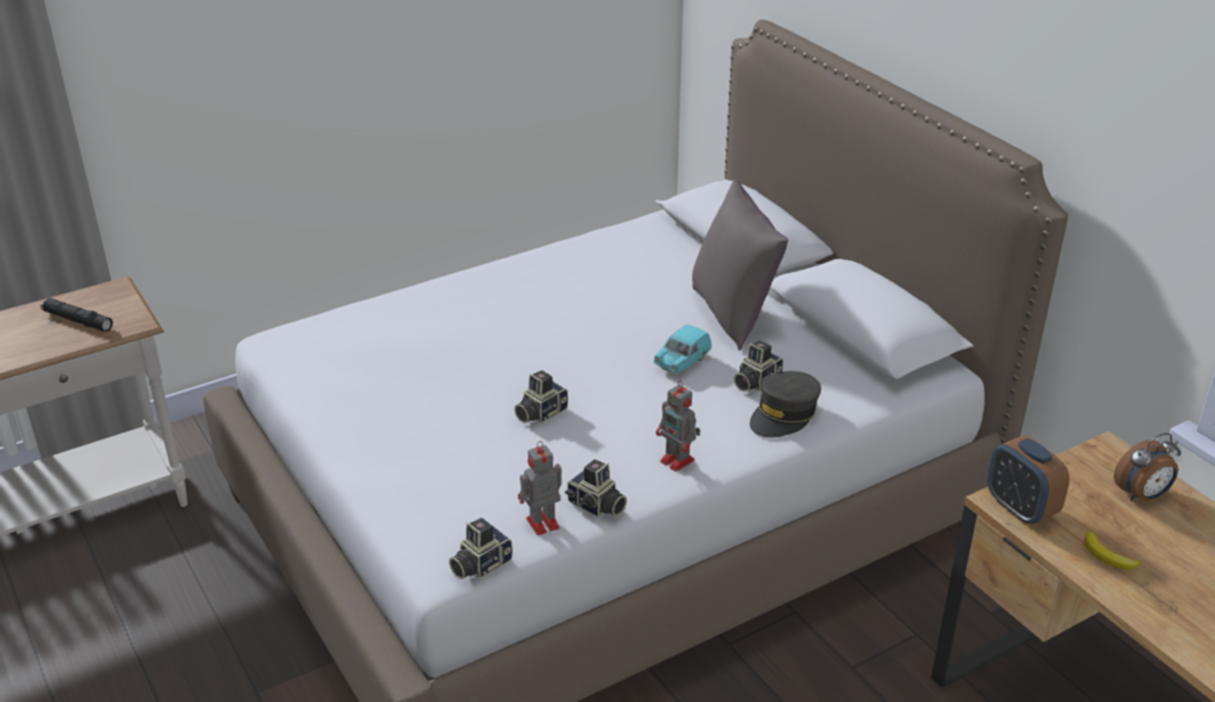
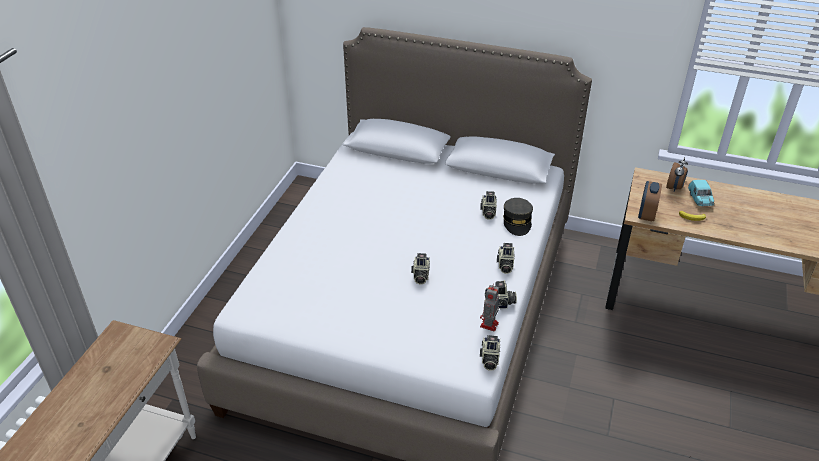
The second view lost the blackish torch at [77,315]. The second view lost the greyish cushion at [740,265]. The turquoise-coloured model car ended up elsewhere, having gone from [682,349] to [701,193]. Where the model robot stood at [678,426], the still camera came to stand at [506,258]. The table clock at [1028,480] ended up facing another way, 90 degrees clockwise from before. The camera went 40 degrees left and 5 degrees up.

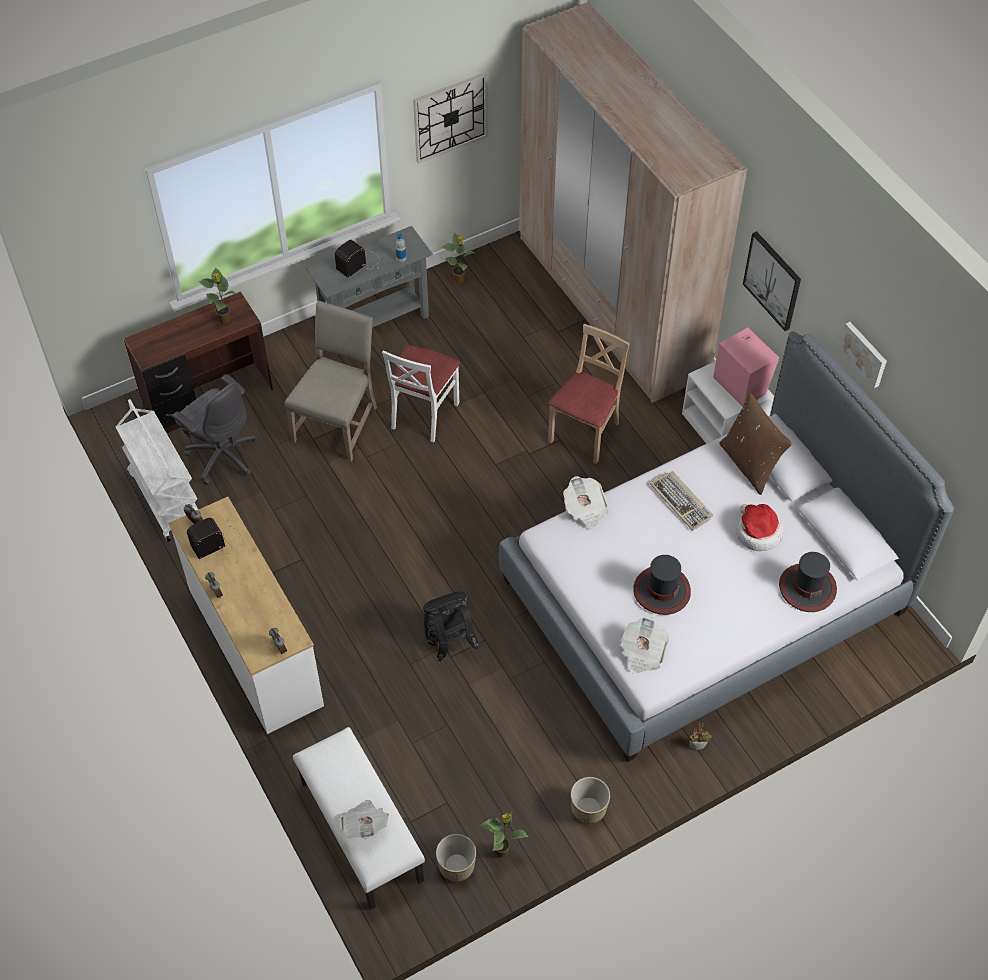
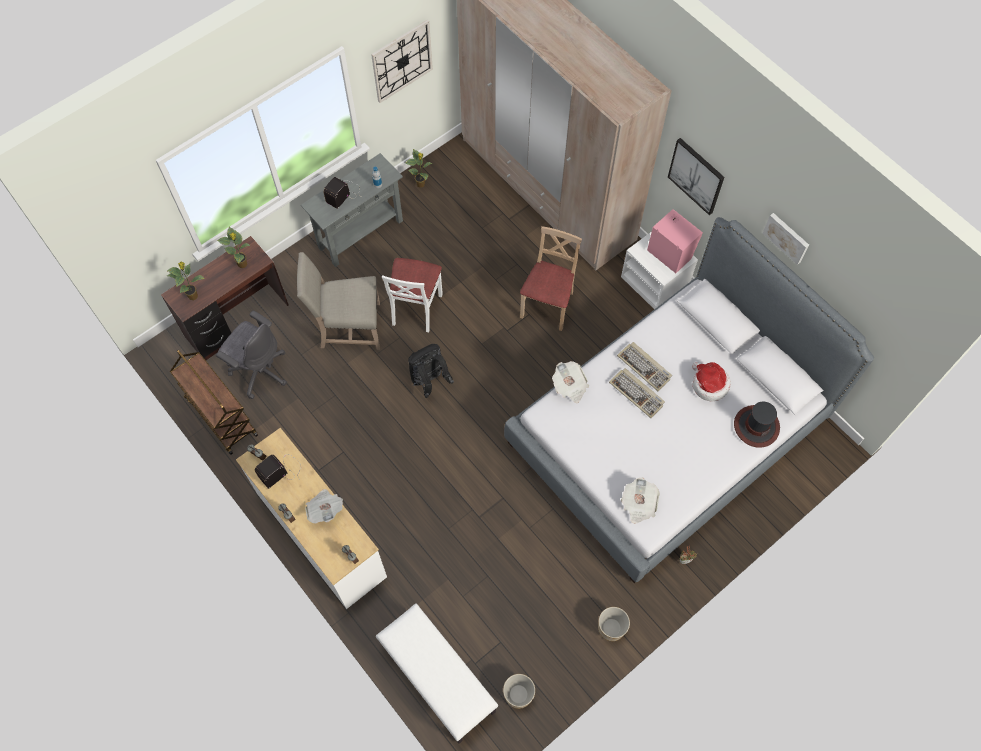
The second view lost the clothing hat at [662,585]. The second view lost the brown cushion at [756,443]. The second view gained the PC keyboard at [637,393]. The daily paper ended up elsewhere, having gone from [364,820] to [324,506]. The blackish rucksack ended up elsewhere, having gone from [451,626] to [431,371]. The potted plant ended up elsewhere, having gone from [504,834] to [186,280]. What was the whitish trolley at [157,470] turned into the brown trolley at [214,402]. The beige-coloured plain chair at [330,381] ended up facing another way, 105 degrees counterclockwise from before. The camera went 10 degrees left and 10 degrees up.

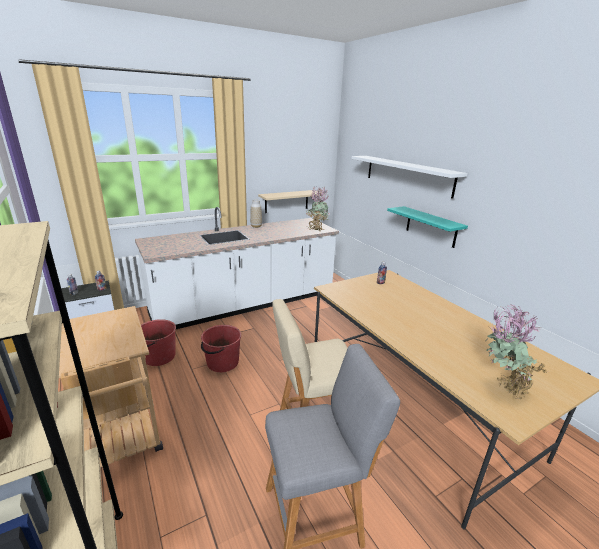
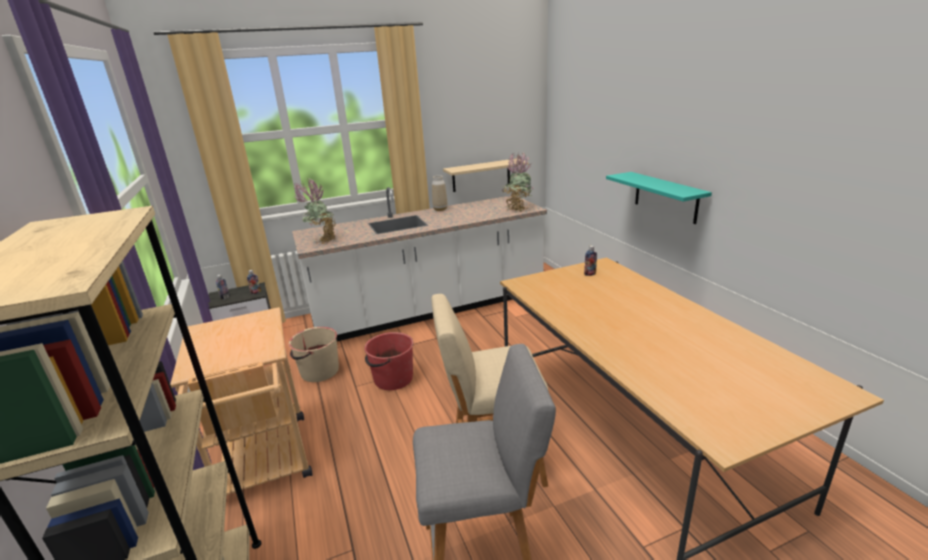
The second view lost the whitish wall shelf at [409,177]. The potted plant ended up elsewhere, having gone from [515,352] to [314,211]. What was the red pail at [158,342] turned into the beige-coloured pail at [314,354]. The camera went 10 degrees right and 0 degrees up.

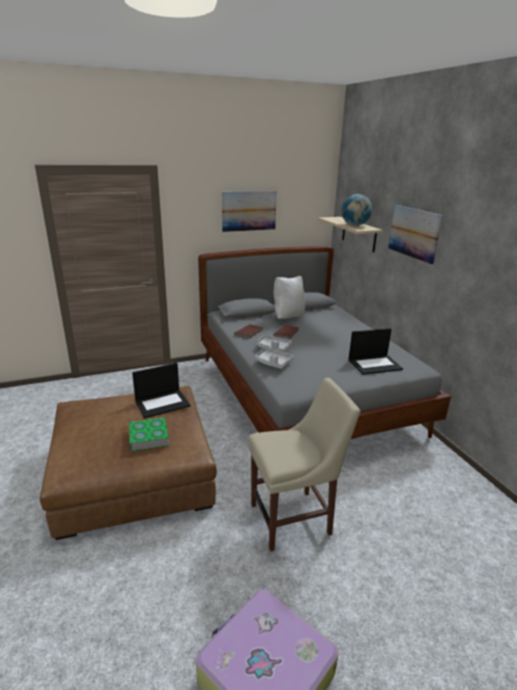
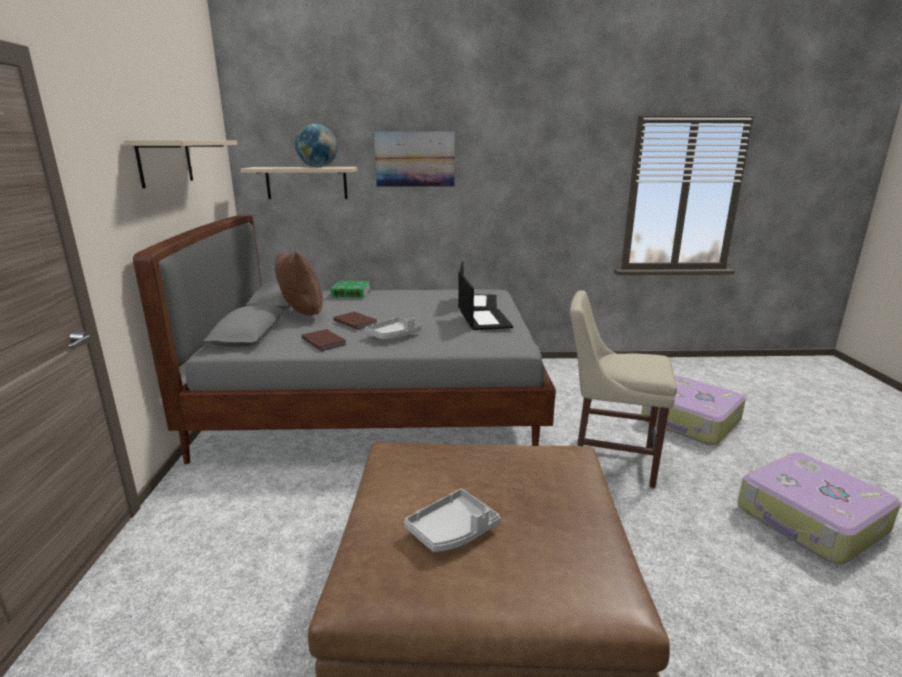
The second view gained the suitcase at [693,410]. The bound book ended up elsewhere, having gone from [149,434] to [350,289]. The notebook computer ended up elsewhere, having gone from [161,390] to [486,302]. The greyish serving tray ended up elsewhere, having gone from [274,358] to [452,520]. Where the wall picture hung at [249,211], the beige-coloured wall shelf came to hang at [180,164]. What was the whitish cushion at [289,297] turned into the brown cushion at [299,283]. The beige-coloured plain chair at [304,464] ended up facing another way, 75 degrees counterclockwise from before. The camera went 70 degrees left and 5 degrees down.

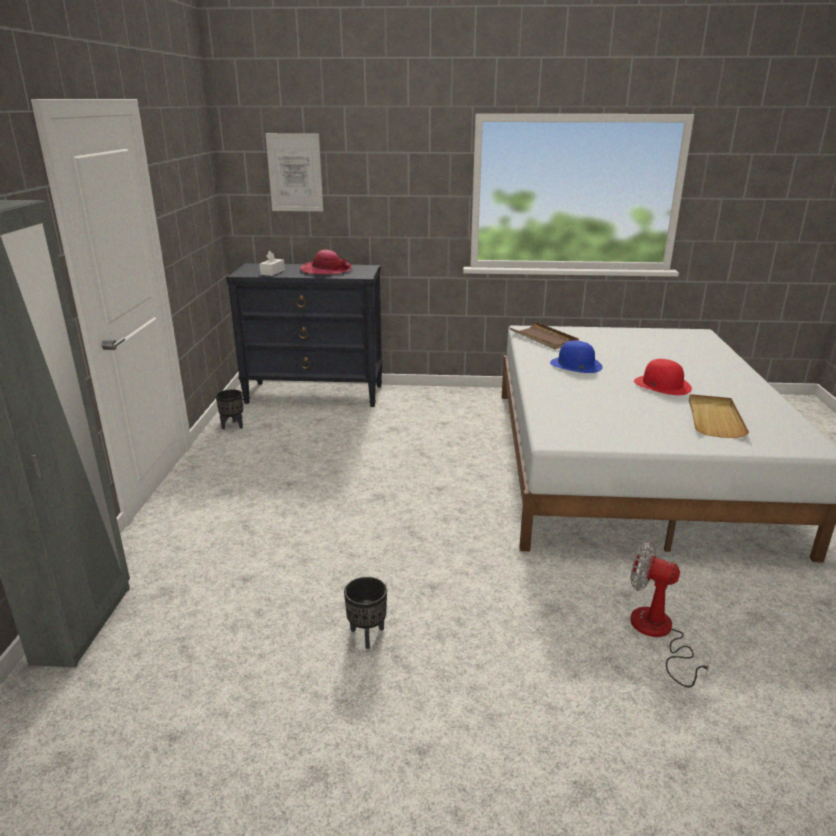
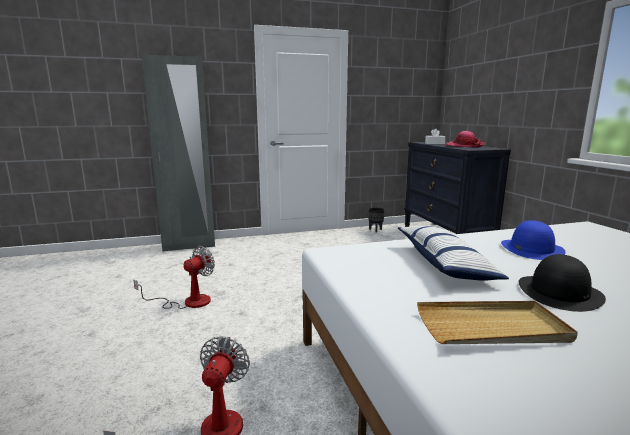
The second view lost the wall picture at [294,172]. The second view lost the brown serving tray at [544,335]. The second view gained the cushion at [453,253]. Where the blackish planter stood at [365,613], the fan came to stand at [174,277]. What was the red clothing hat at [663,377] turned into the blackish clothing hat at [562,283]. The camera went 70 degrees right and 10 degrees down.

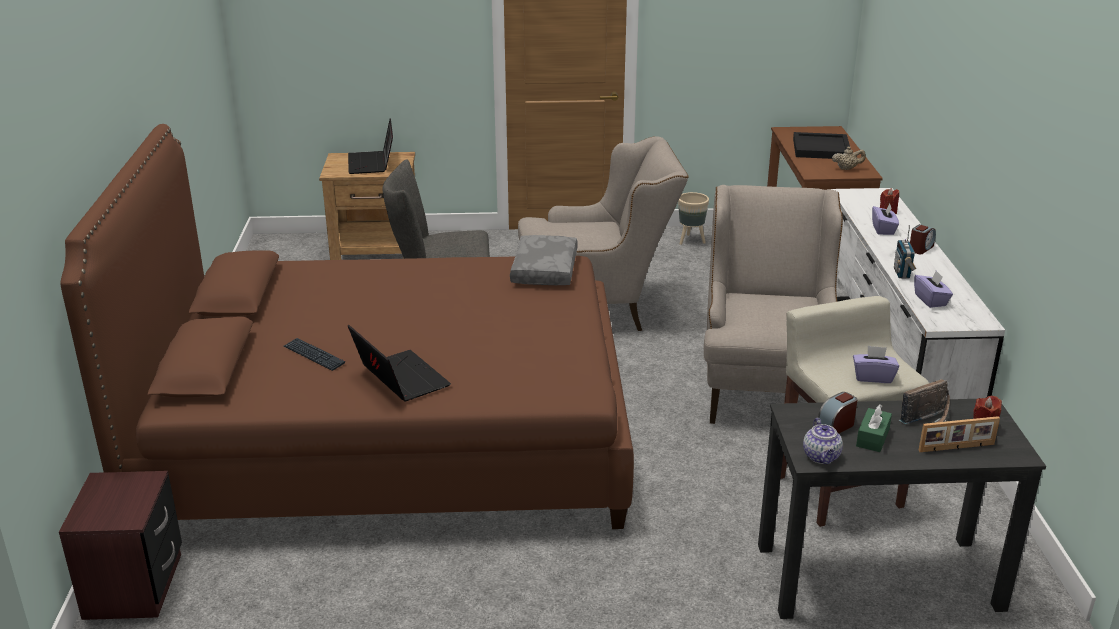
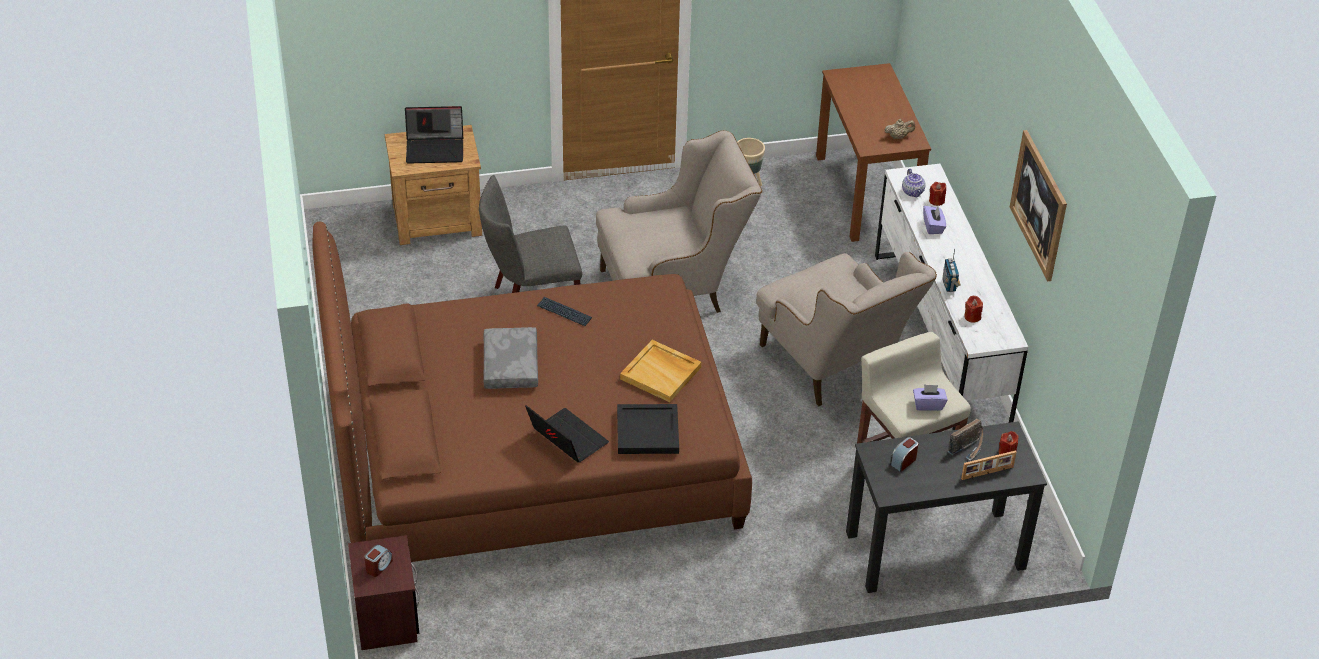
The second view lost the green-coloured tissue holder at [874,428]. The second view gained the beige-coloured serving tray at [660,371]. The second view gained the wall picture at [1038,206]. The PC keyboard ended up elsewhere, having gone from [314,354] to [564,311]. The greyish cushion ended up elsewhere, having gone from [544,260] to [511,358]. The blackish serving tray ended up elsewhere, having gone from [822,145] to [648,429]. The teapot ended up elsewhere, having gone from [823,441] to [914,183]. The table clock ended up elsewhere, having gone from [923,239] to [378,561]. Where the purple-coloured tissue holder stood at [933,289], the red wax light came to stand at [973,309]. The notebook computer at [370,146] ended up facing another way, 75 degrees counterclockwise from before. The beige-coloured lounge chair at [773,304] ended up facing another way, 150 degrees clockwise from before. The camera went 10 degrees left and 15 degrees up.

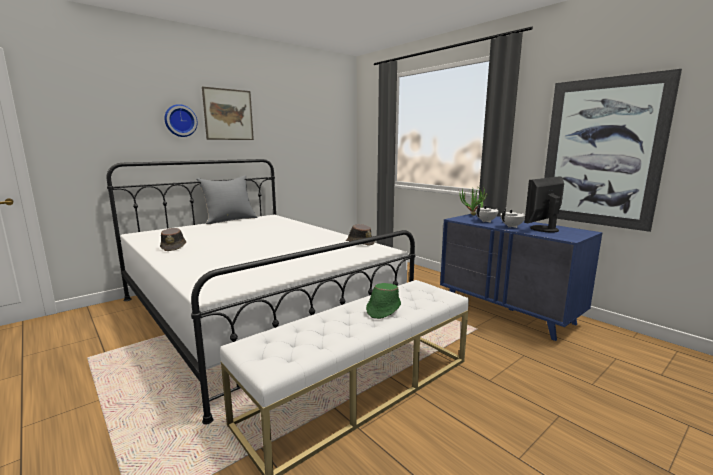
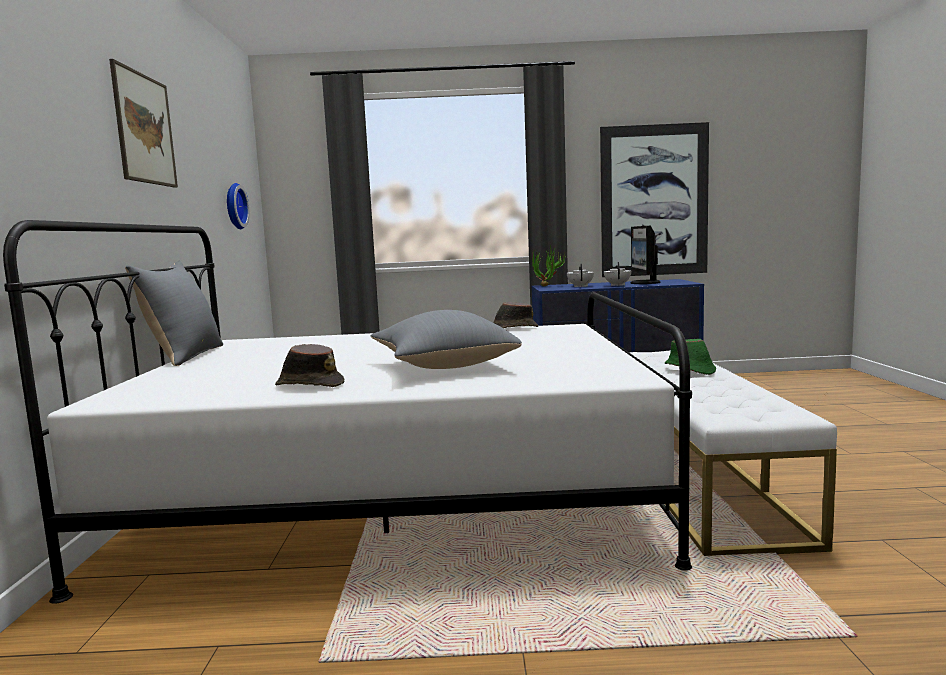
The second view gained the greyish cushion at [446,339]. The clock on the wall ended up elsewhere, having gone from [180,120] to [238,206]. The camera went 50 degrees left and 5 degrees down.

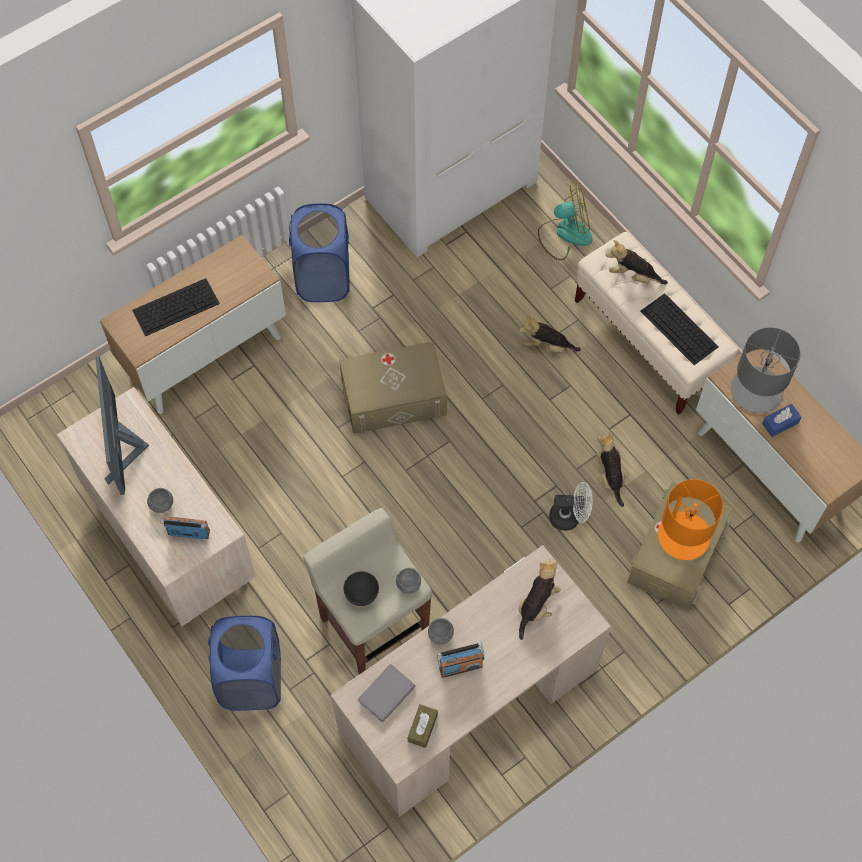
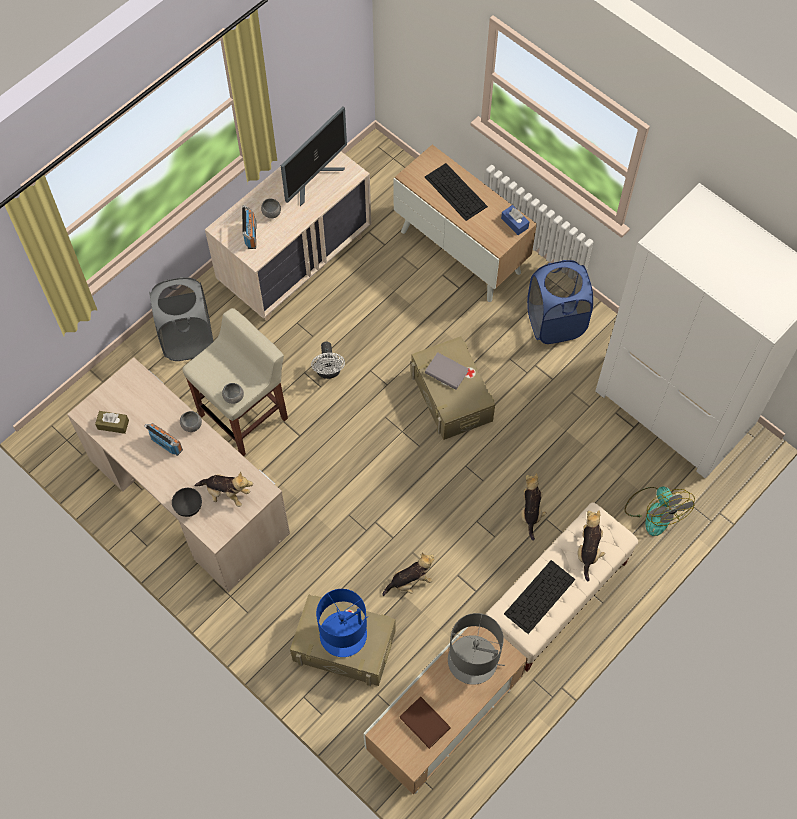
The second view gained the brown bound book at [425,723]. The greyish serving bowl ended up elsewhere, having gone from [361,588] to [187,502]. The greyish bound book ended up elsewhere, having gone from [387,693] to [446,371]. The whitish fan ended up elsewhere, having gone from [571,506] to [328,360]. The bluish tissue holder ended up elsewhere, having gone from [781,420] to [515,220]. What was the bluish hamper at [244,663] turned into the greyish hamper at [181,319]. What was the orangey lamp for a table at [690,519] turned into the bluish lamp for a table at [342,623]. The computer display at [122,425] ended up facing another way, 150 degrees clockwise from before. The radio at [460,660] ended up facing another way, 150 degrees clockwise from before. The camera went 80 degrees right and 0 degrees up.

